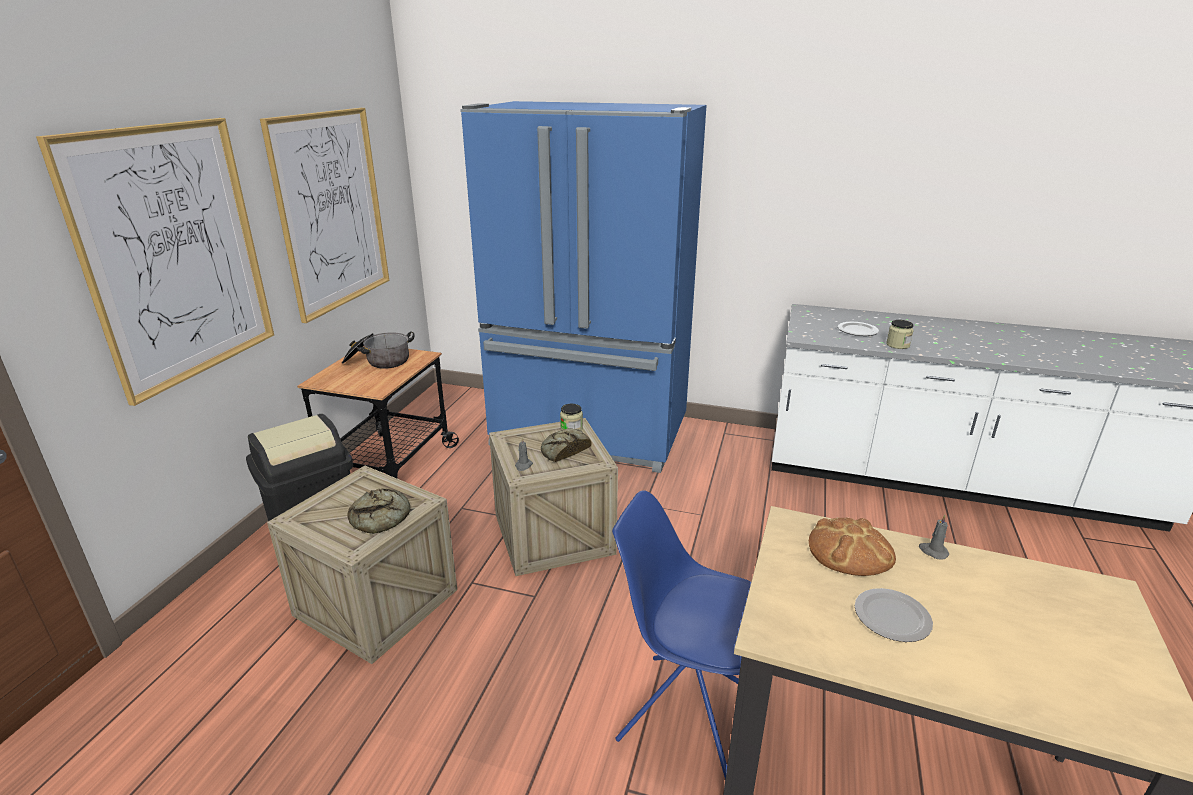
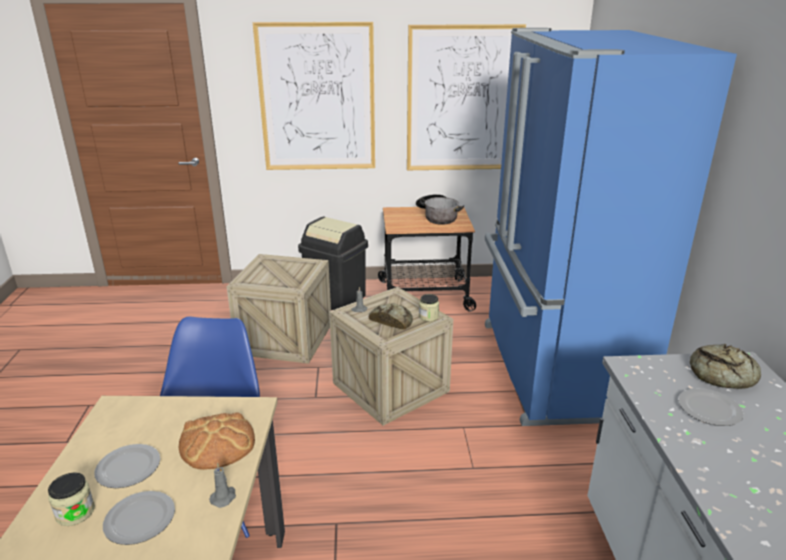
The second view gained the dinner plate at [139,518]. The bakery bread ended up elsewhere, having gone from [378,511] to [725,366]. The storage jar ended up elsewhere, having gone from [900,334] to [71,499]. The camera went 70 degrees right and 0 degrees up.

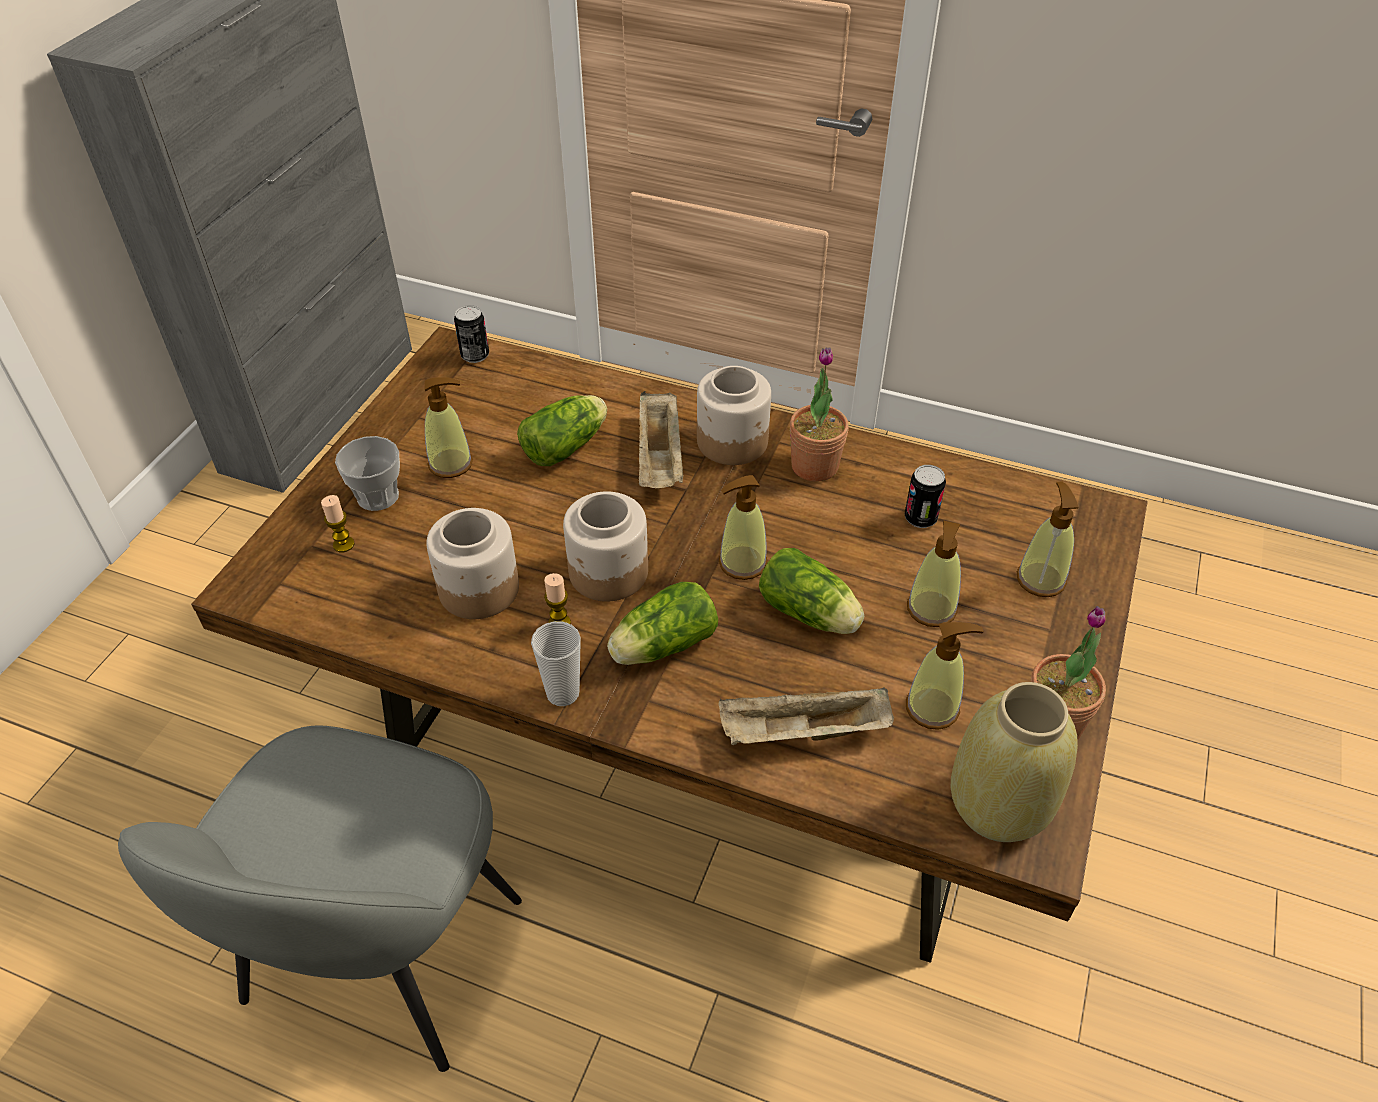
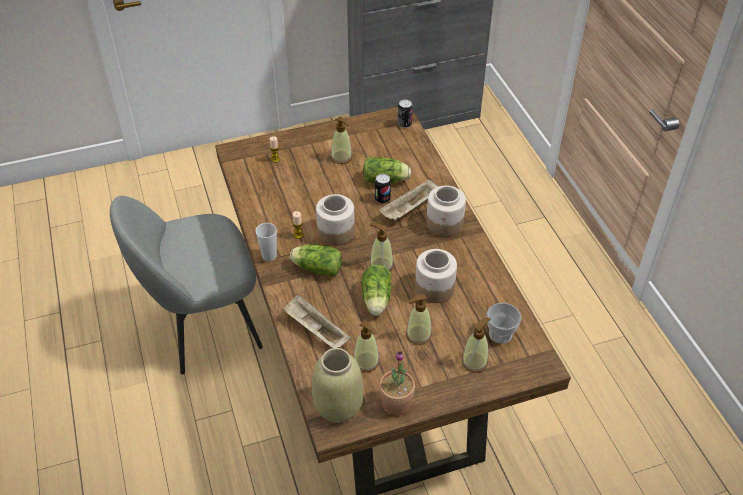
The second view lost the potted plant at [819,414]. The small cup ended up elsewhere, having gone from [367,473] to [504,323]. The storage jar ended up elsewhere, having gone from [472,563] to [436,276]. The can ended up elsewhere, having gone from [925,496] to [383,189]. The camera went 50 degrees right and 0 degrees up.

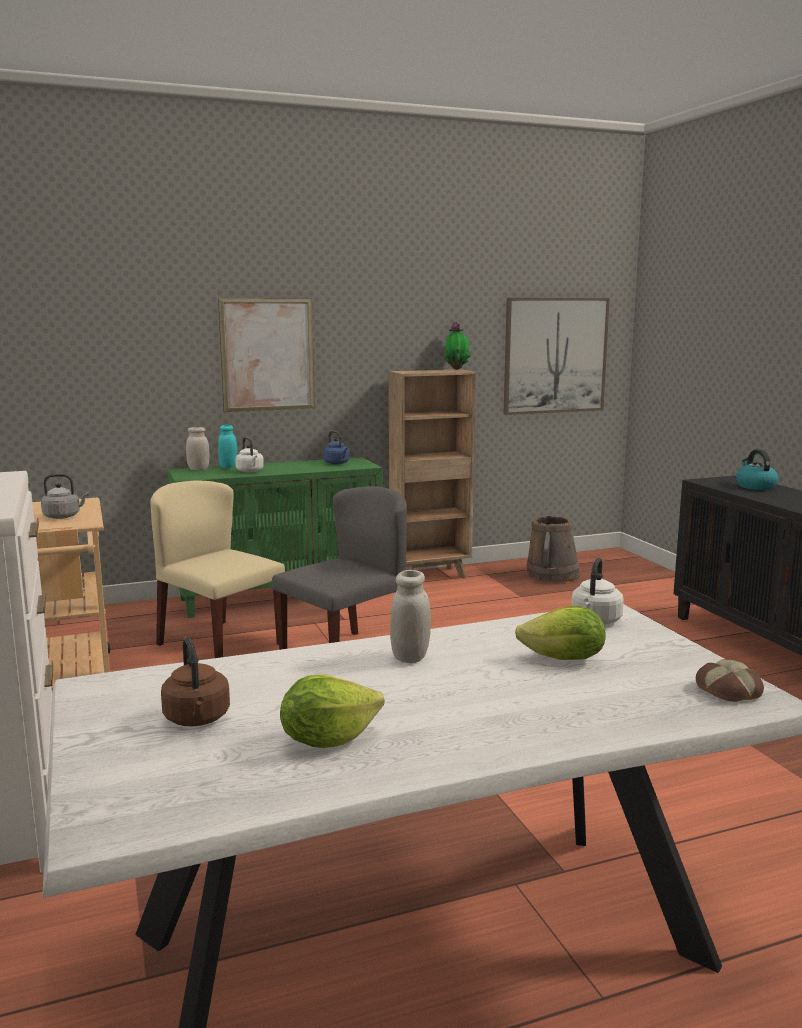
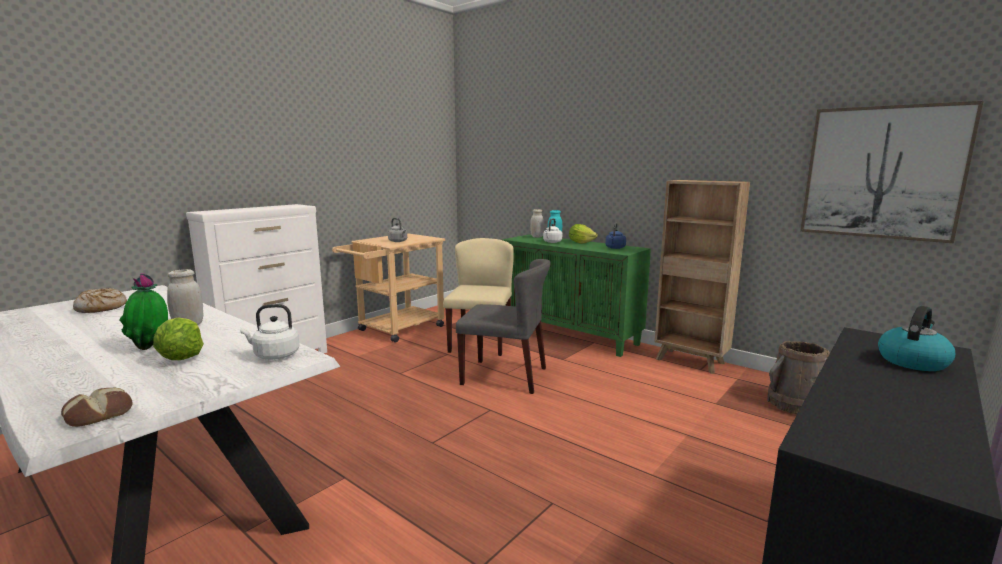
The second view lost the wall picture at [266,355]. The lettuce ended up elsewhere, having gone from [332,711] to [583,234]. The potted plant ended up elsewhere, having gone from [458,346] to [143,311]. Where the brown water kettle stood at [195,681], the bakery bread came to stand at [100,300]. The camera went 60 degrees right and 0 degrees up.

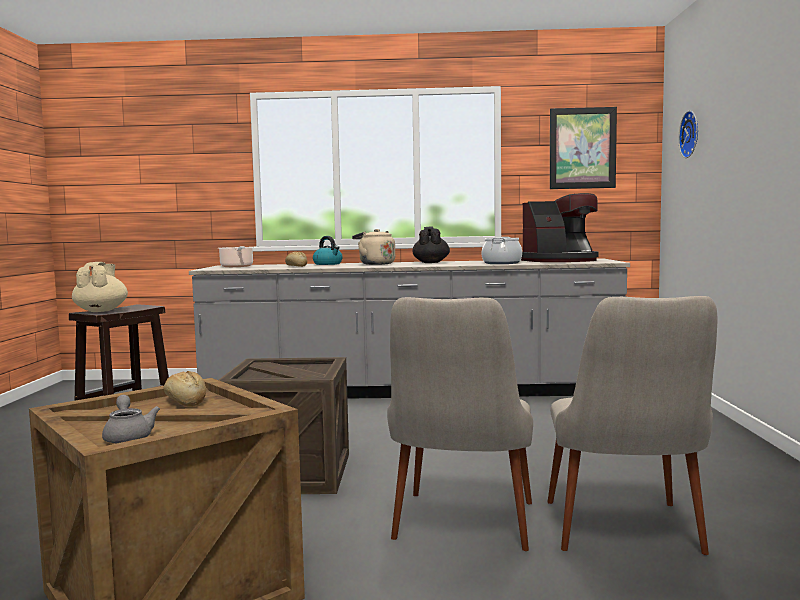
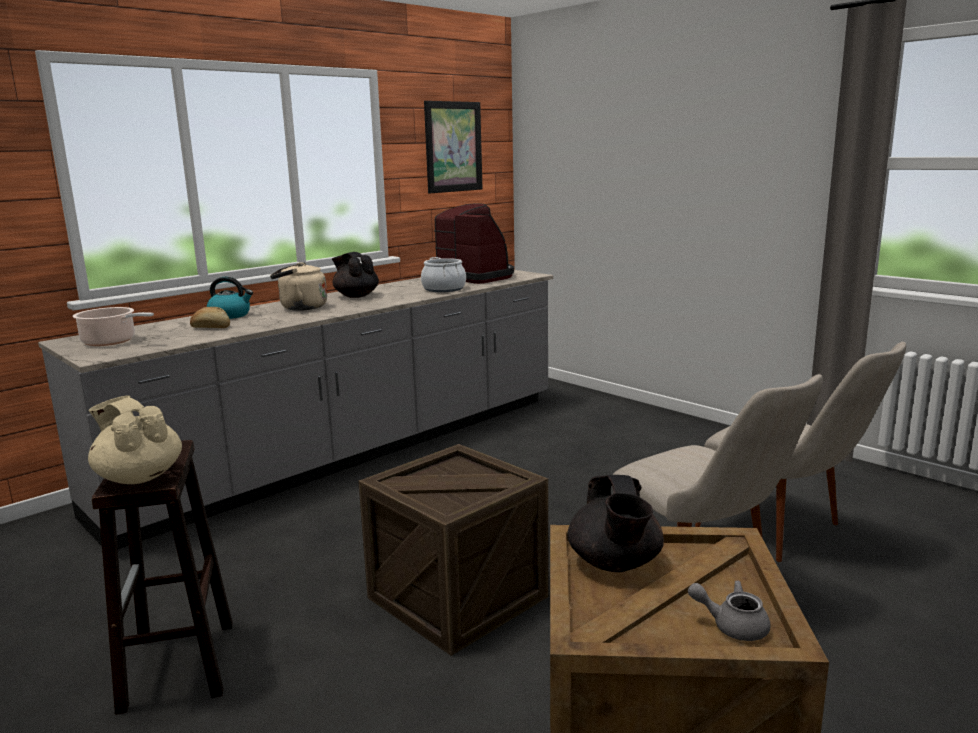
The second view lost the clock on the wall at [688,134]. Where the bakery bread stood at [185,389], the blackish teapot came to stand at [615,523]. The coffee maker at [560,227] ended up facing another way, 75 degrees counterclockwise from before. The camera went 45 degrees left and 10 degrees up.

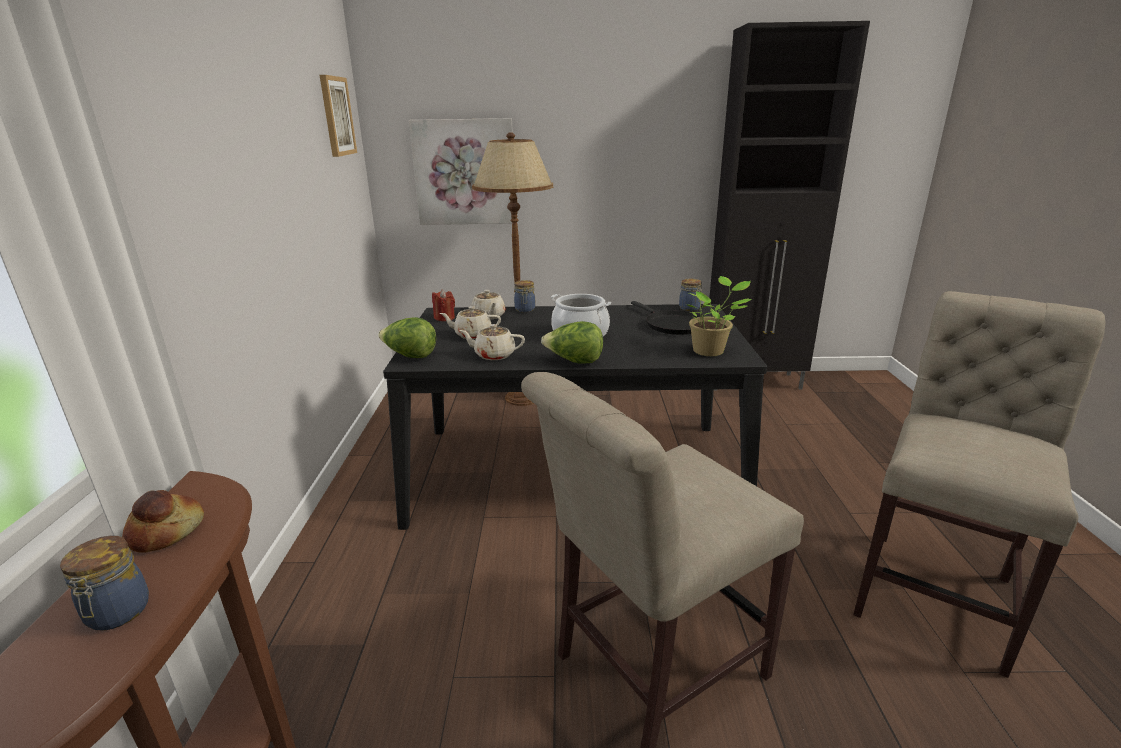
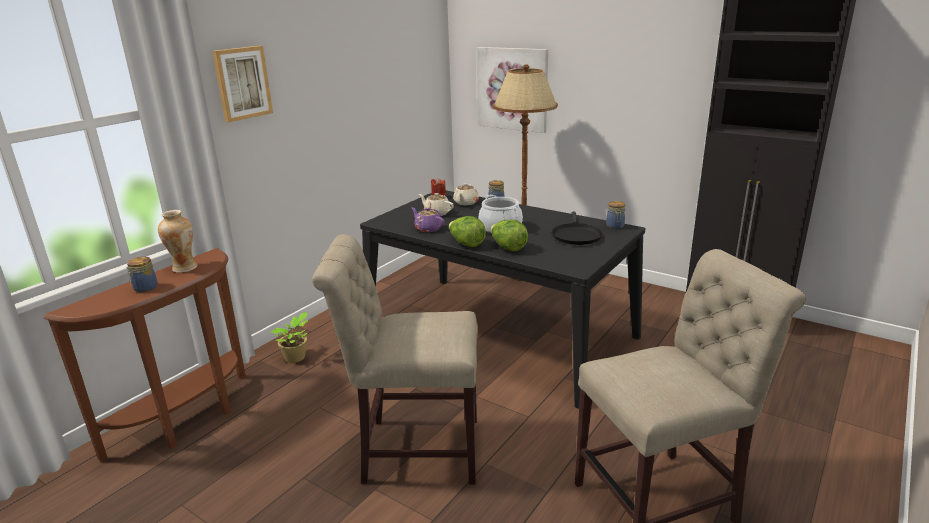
The wall picture ended up elsewhere, having gone from [338,116] to [242,84]. The lettuce ended up elsewhere, having gone from [407,337] to [509,235]. The potted plant ended up elsewhere, having gone from [719,316] to [288,337]. Where the bakery bread stood at [163,521], the vase came to stand at [177,241]. What was the beige-coloured teapot at [492,342] turned into the purple-coloured teapot at [428,219]. The camera went 35 degrees right and 0 degrees up.

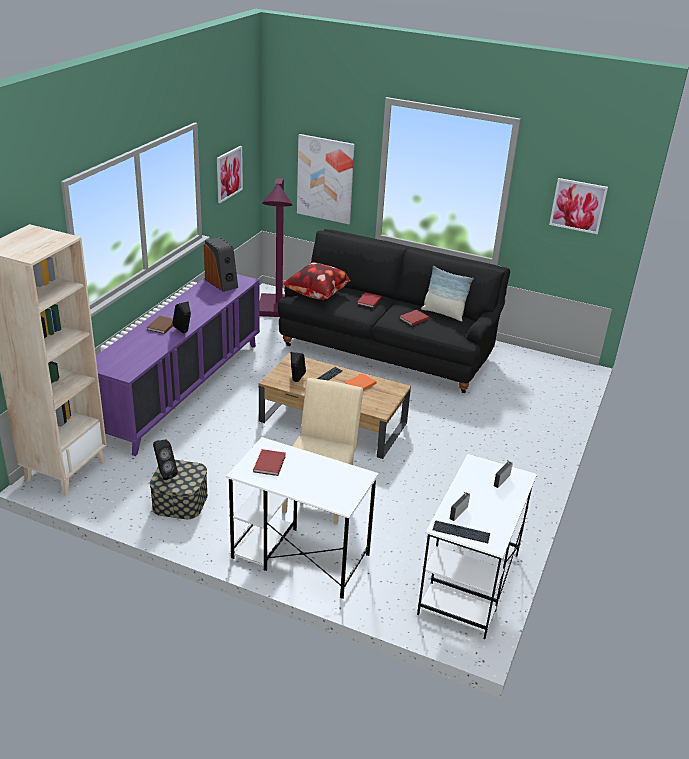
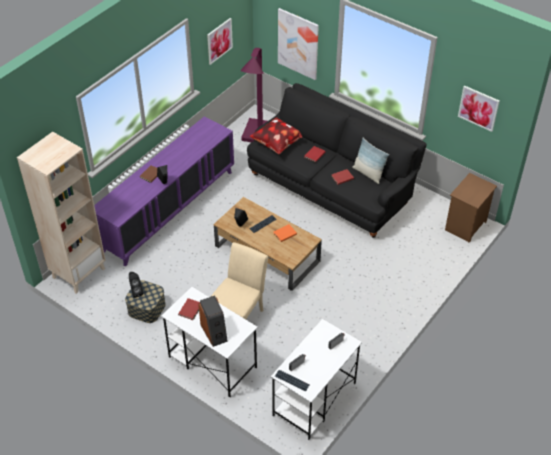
The second view gained the brown night table at [471,208]. The loudspeaker ended up elsewhere, having gone from [221,264] to [213,321]. The camera went 15 degrees right and 15 degrees up.

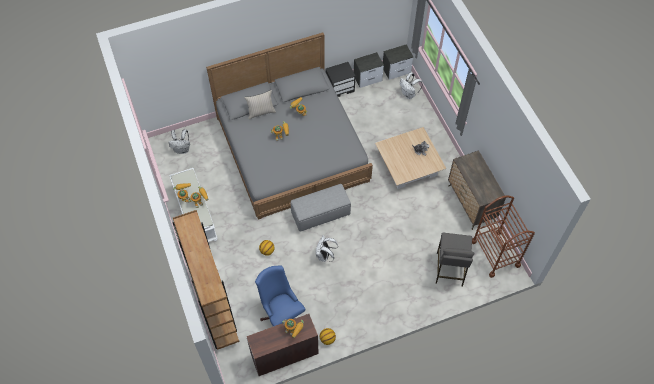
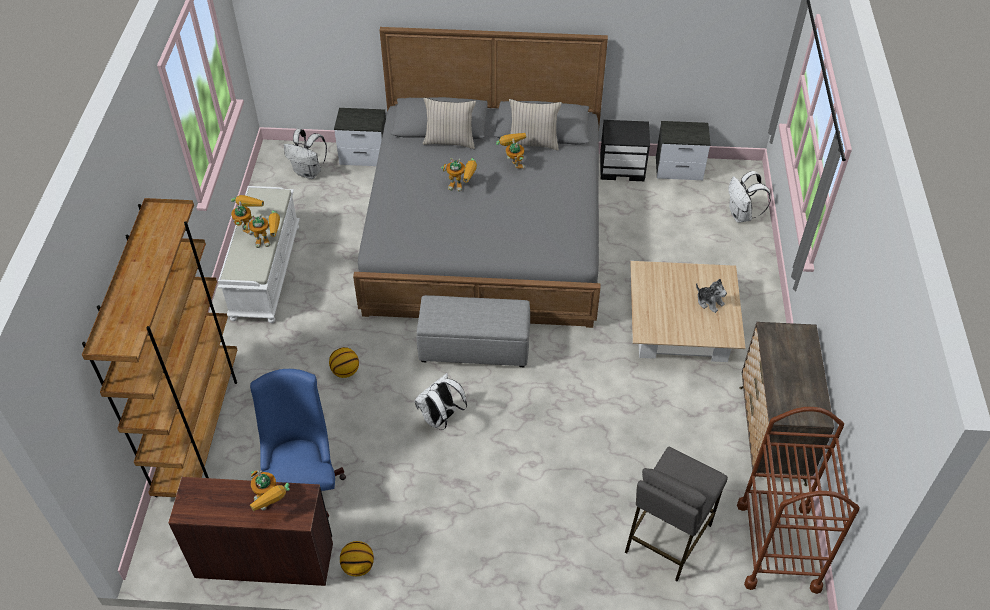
The second view gained the beige-coloured cushion at [535,125]. The night table ended up elsewhere, having gone from [398,62] to [360,137]. The camera went 25 degrees right and 10 degrees down.

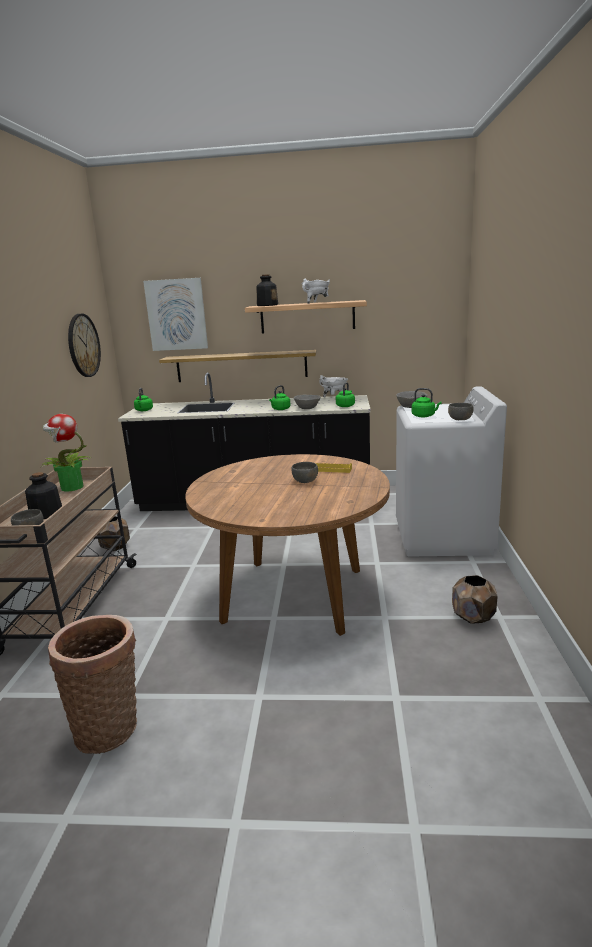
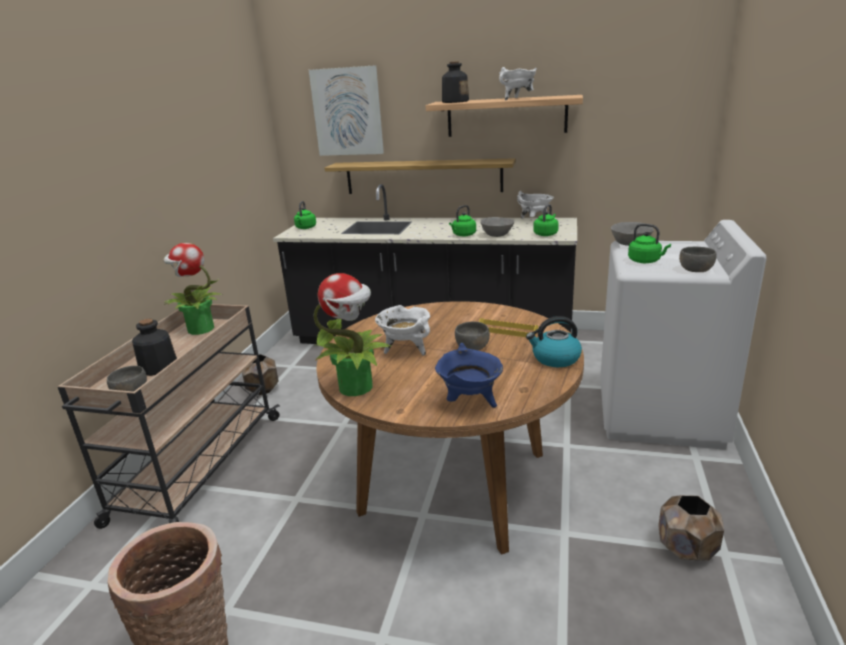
The second view lost the clock on the wall at [84,345]. The second view gained the potted plant at [353,334]. The second view gained the whitish cooking pot at [402,330]. The second view gained the bluish cooking pot at [469,375]. The second view gained the water kettle at [554,341]. The camera went 10 degrees right and 5 degrees up.

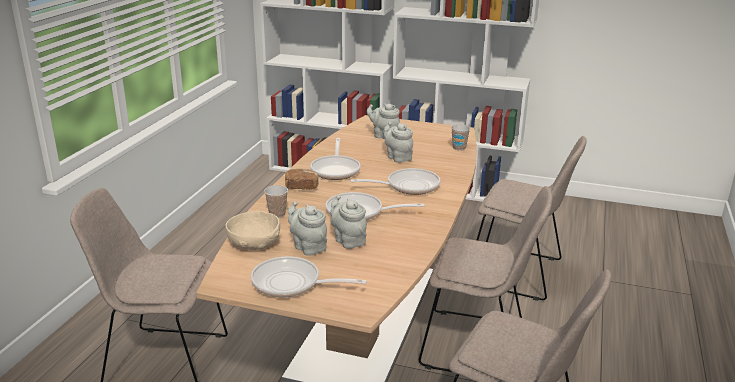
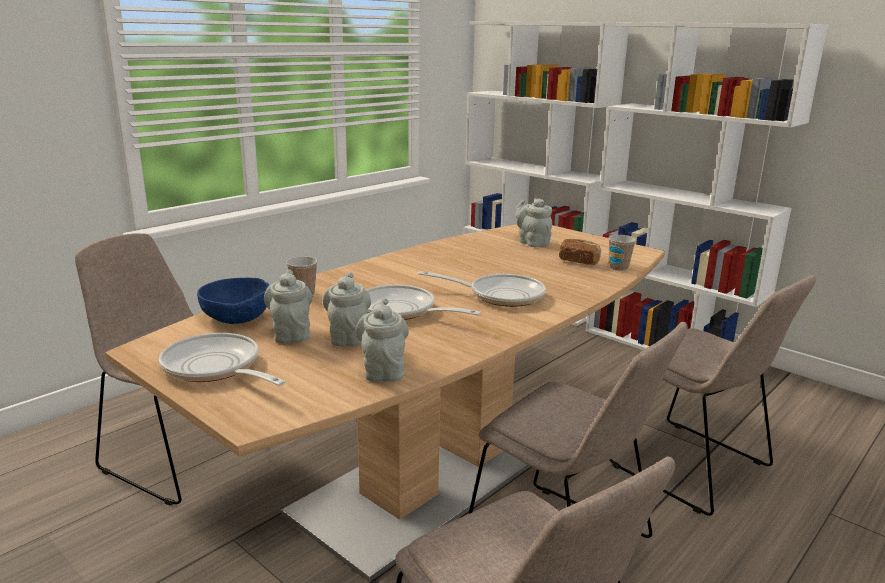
The second view lost the frying pan at [335,159]. The bakery bread ended up elsewhere, having gone from [302,179] to [580,252]. The greyish teapot ended up elsewhere, having gone from [398,142] to [382,340]. What was the beige-coloured serving bowl at [252,230] turned into the bluish serving bowl at [233,301]. The camera went 25 degrees right and 5 degrees down.

